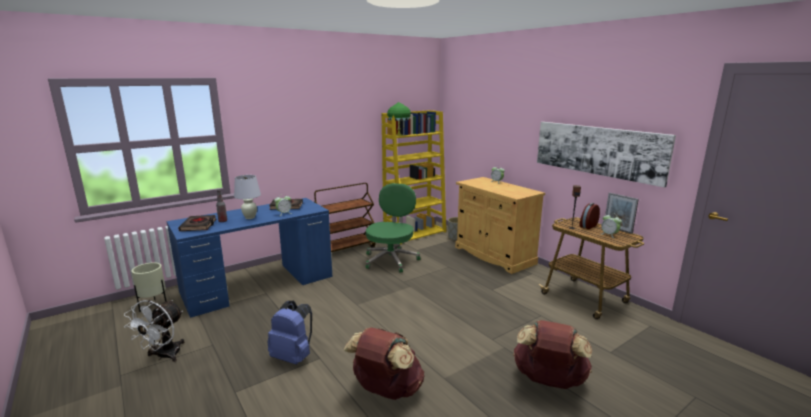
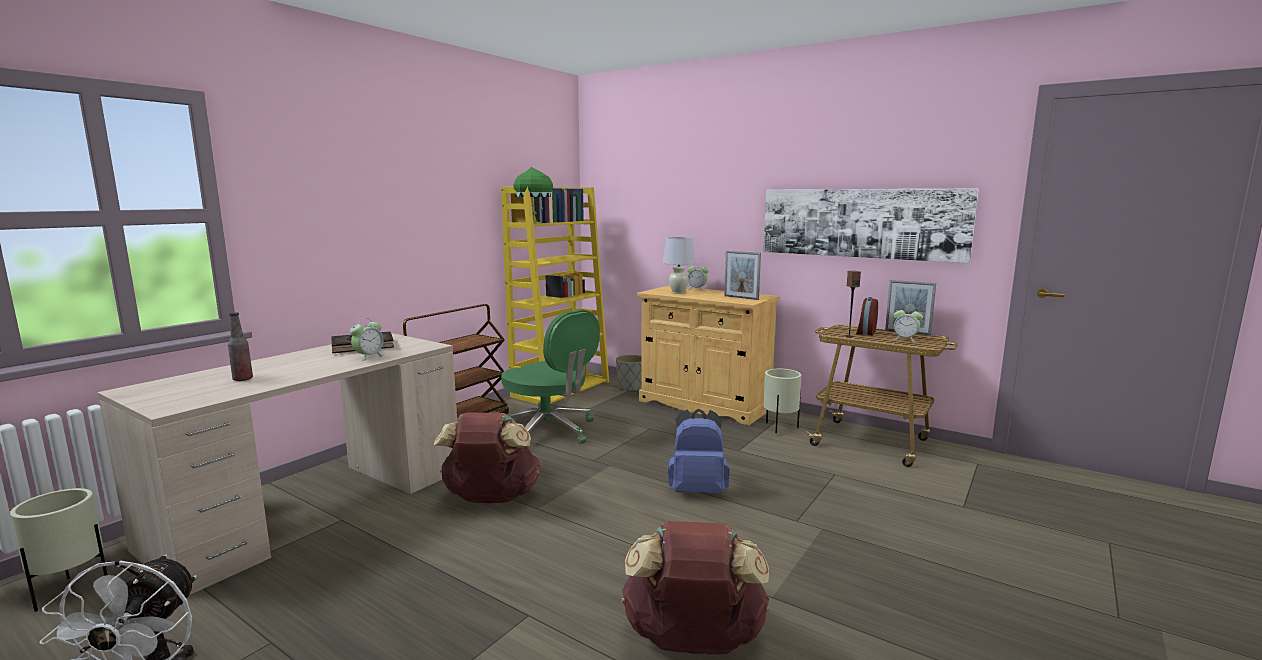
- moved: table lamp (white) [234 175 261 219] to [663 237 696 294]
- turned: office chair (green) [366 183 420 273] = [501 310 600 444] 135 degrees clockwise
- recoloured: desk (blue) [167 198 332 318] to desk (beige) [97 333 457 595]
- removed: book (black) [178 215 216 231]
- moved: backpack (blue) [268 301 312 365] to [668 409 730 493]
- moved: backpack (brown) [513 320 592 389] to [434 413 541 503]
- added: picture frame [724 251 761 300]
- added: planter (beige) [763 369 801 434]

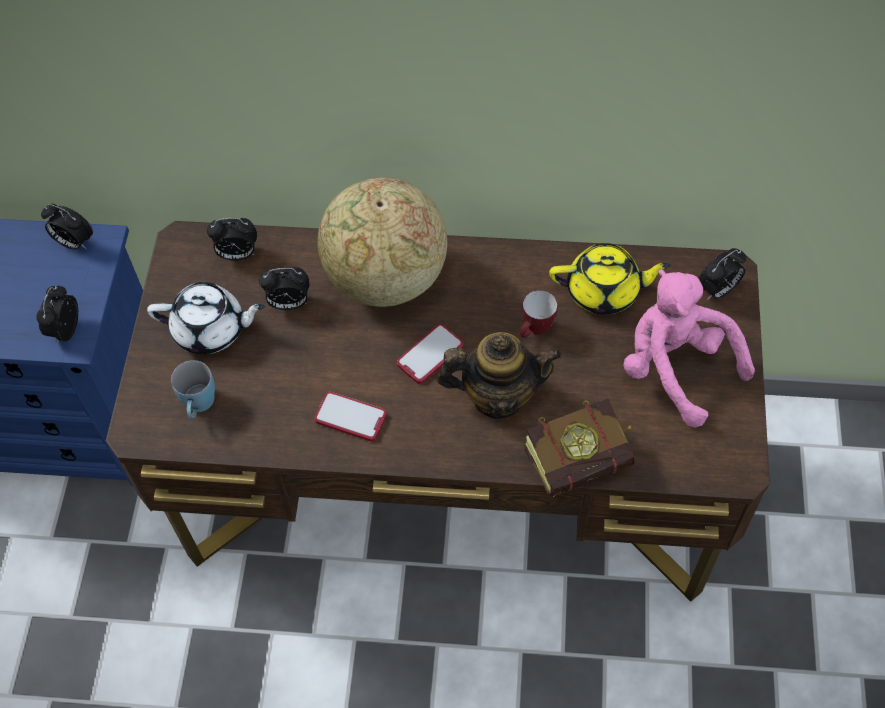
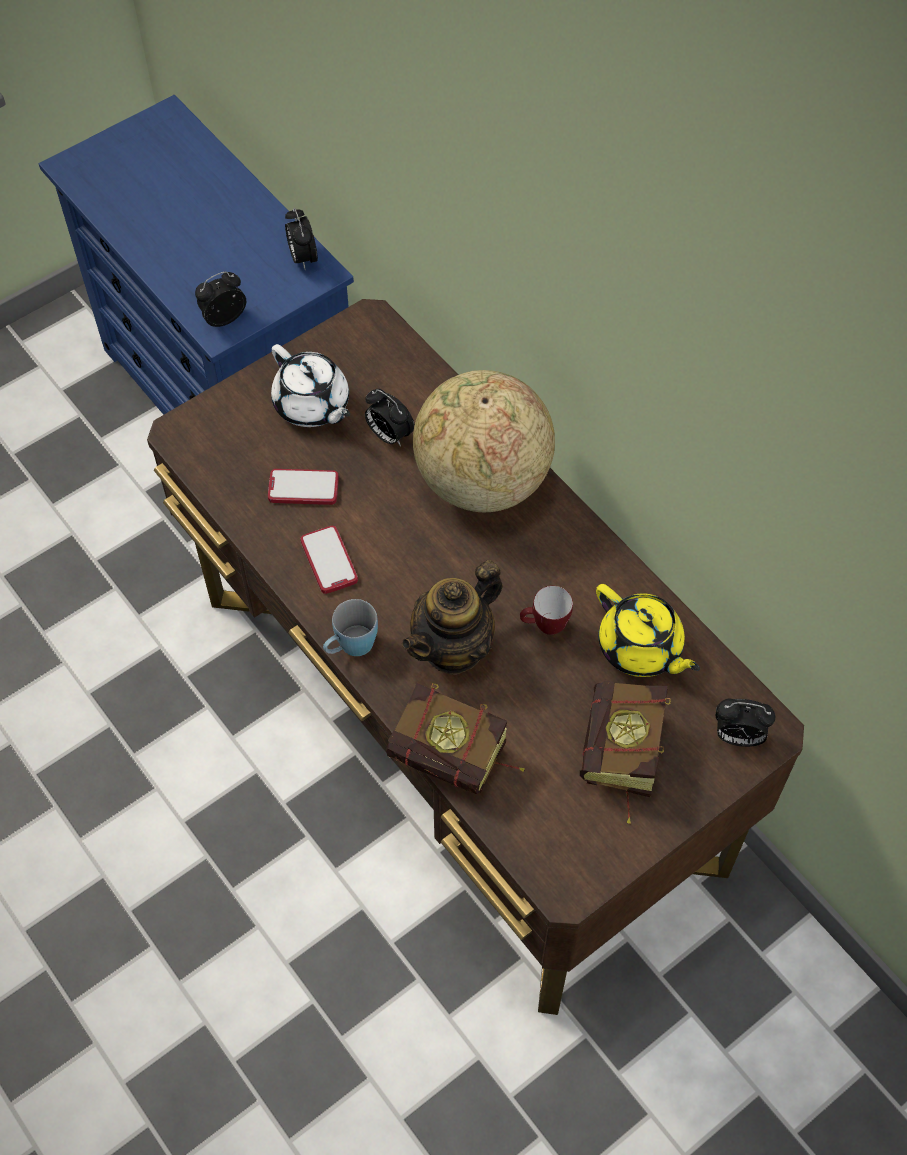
- removed: alarm clock [207 218 257 261]
- replaced: plush toy (pink) [624 269 755 428] to book [580 681 671 824]
- moved: phone [397 324 463 384] to [268 469 339 505]
- turned: teapot [437 332 562 419] = [402 560 503 675] 90 degrees clockwise
- moved: mug (blue) [171 360 215 418] to [323 599 378 656]

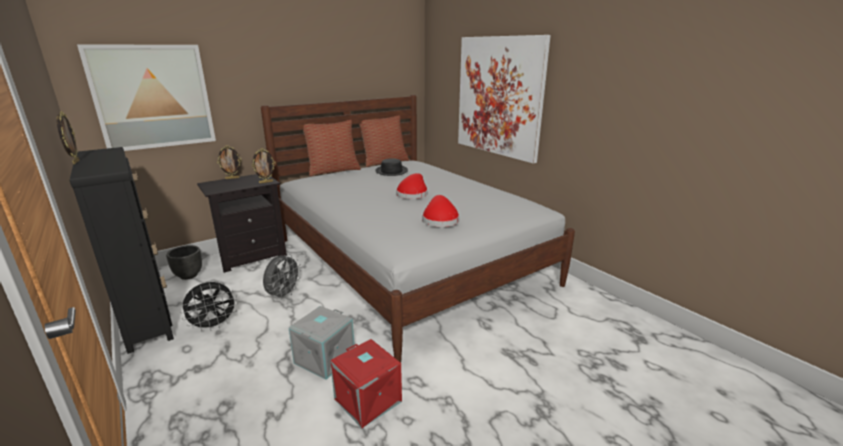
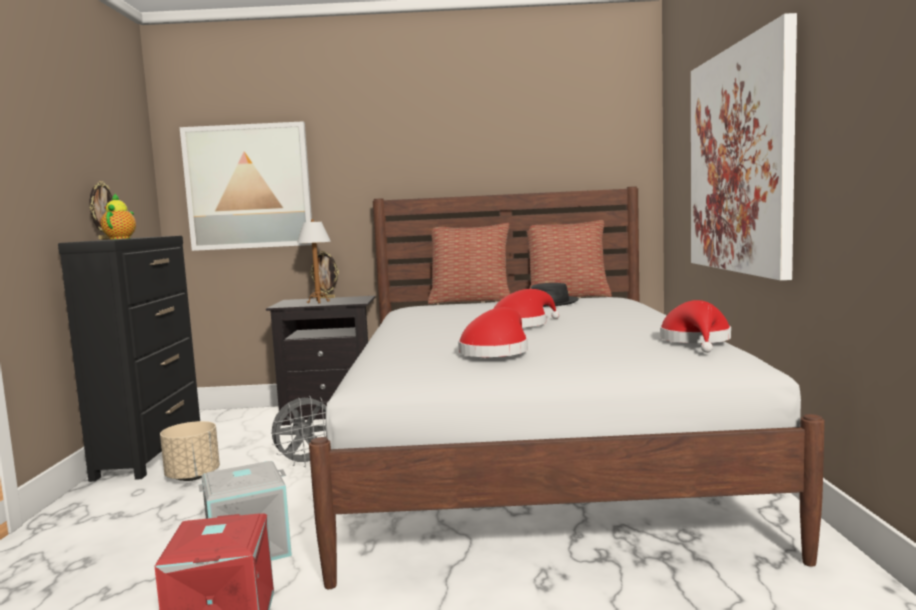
- removed: picture frame [252 148 276 184]
- removed: planter (black) [166 245 202 280]
- replaced: fan (black) [180 282 238 331] to planter (beige) [160 421 220 481]
- added: teapot [101 193 136 240]
- added: table lamp [297 219 331 303]
- added: hat (red) [660 300 731 353]

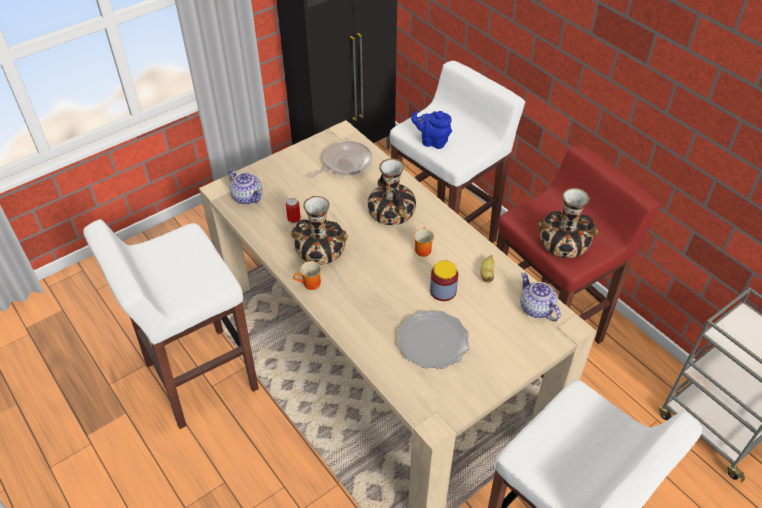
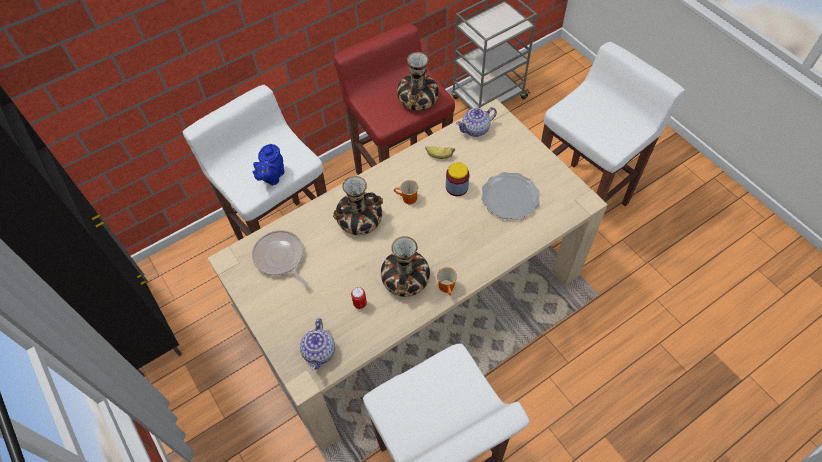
- turned: teapot [228 170 262 204] = [300 318 335 370] 135 degrees clockwise

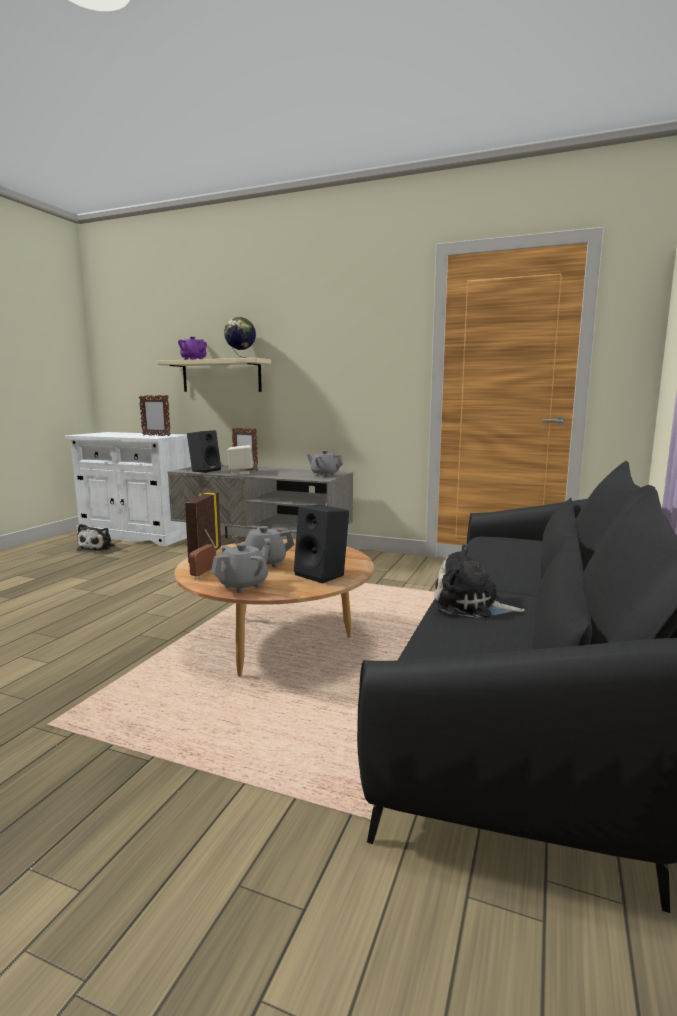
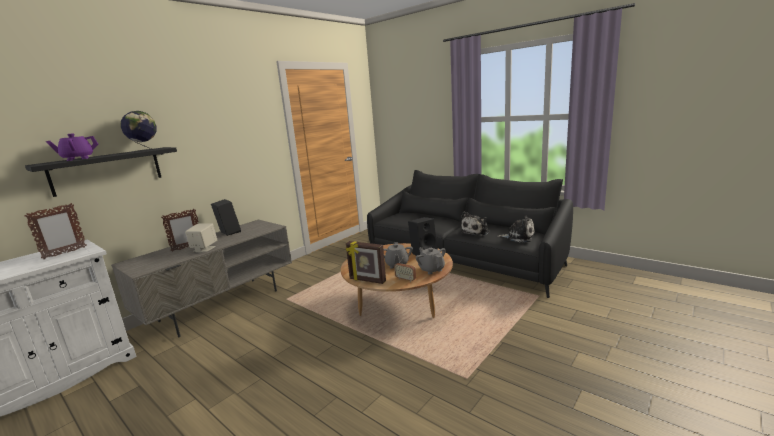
- recoloured: shelf (beige) [157 358 271 392] to shelf (black) [25 147 177 197]
- moved: speaker (black) [187 430 221 473] to [211 199 241 236]
- removed: teapot (grey) [307 450 343 477]
- moved: plush toy [77 524 115 551] to [498 215 535 242]

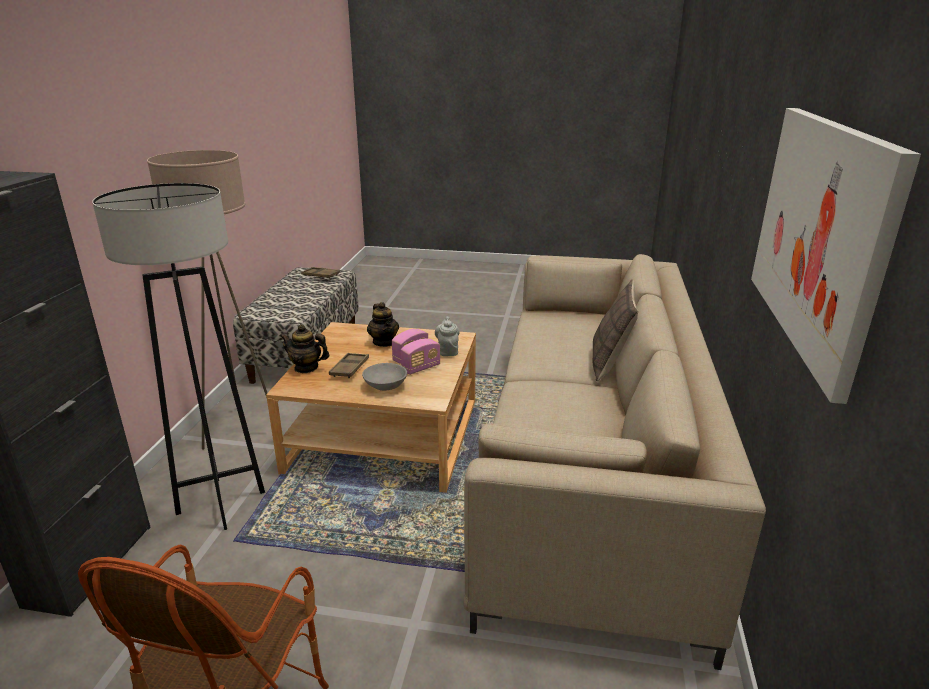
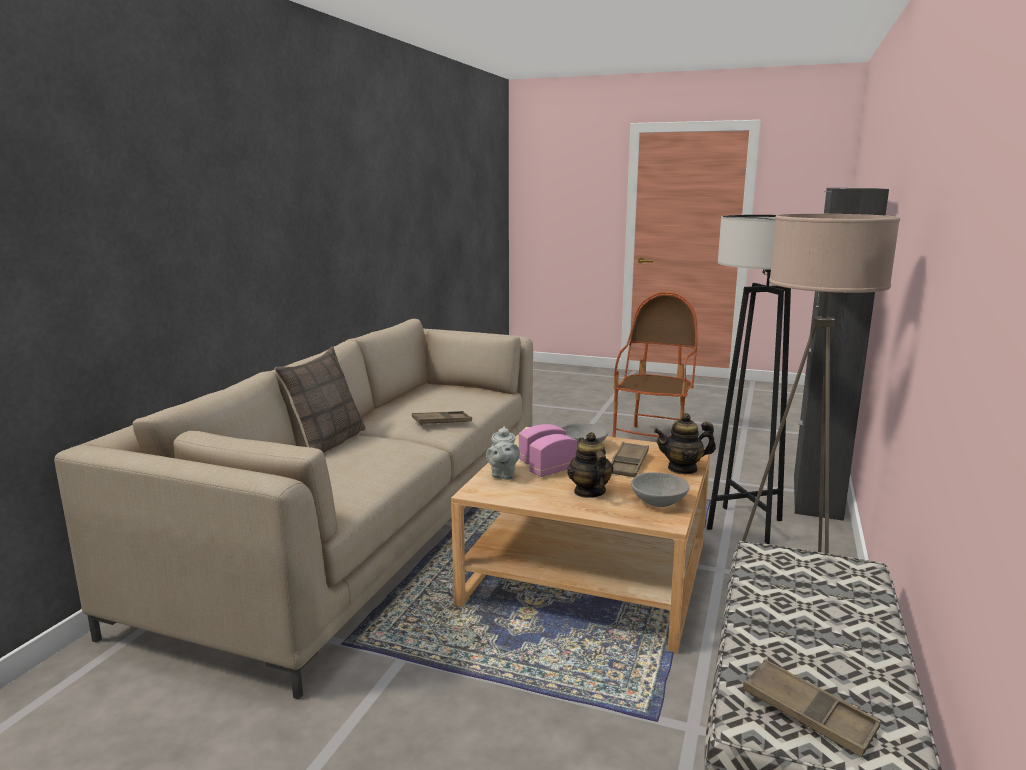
- removed: picture [751 108 921 404]
- turned: teapot [280 325 330 373] = [654 413 716 475] 150 degrees clockwise
- added: tray (brown) [412 411 472 426]
- added: bowl (grey) [631 472 690 507]

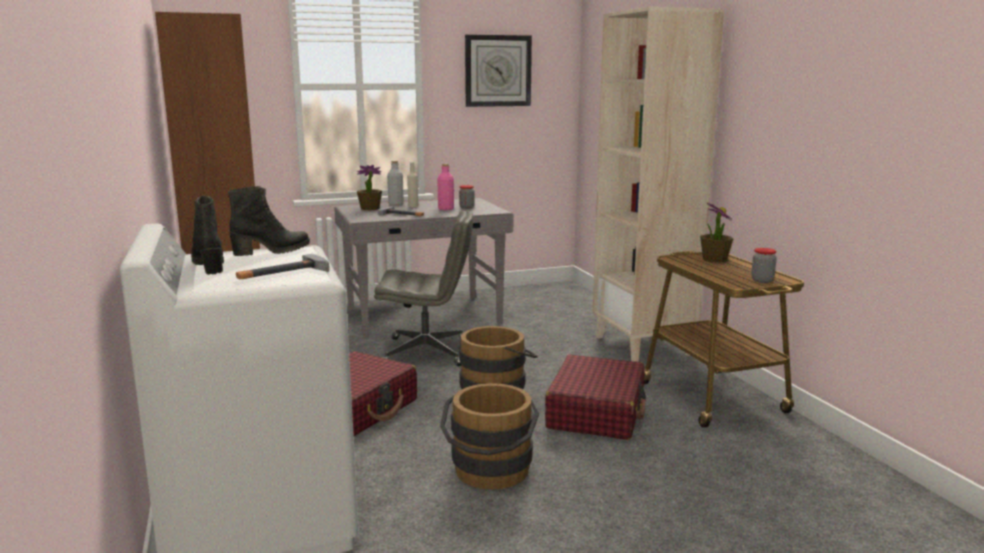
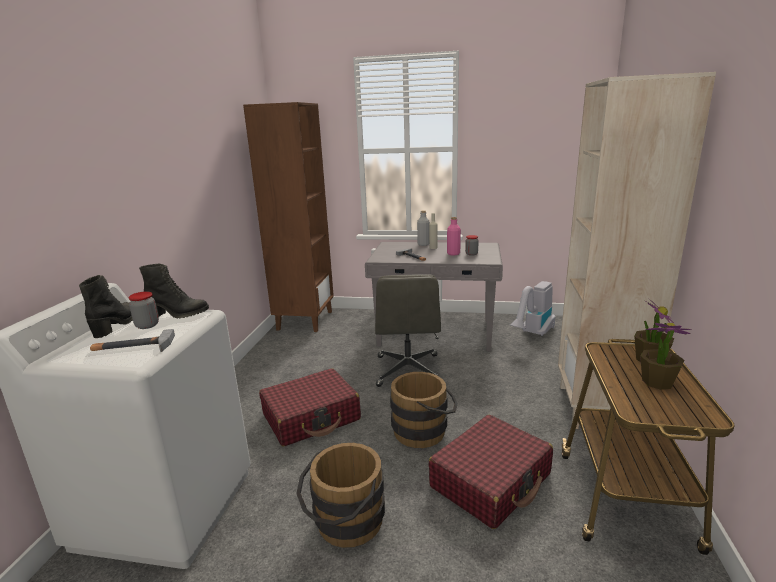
- removed: wall clock [465 34 532 107]
- moved: potted plant [357 165 382 210] to [640 323 692 390]
- turned: office chair (grey) [374 211 473 366] = [375 274 441 387] 60 degrees clockwise
- moved: jar [751 248 777 283] to [128 292 159 329]
- added: vacuum cleaner [510 281 556 336]

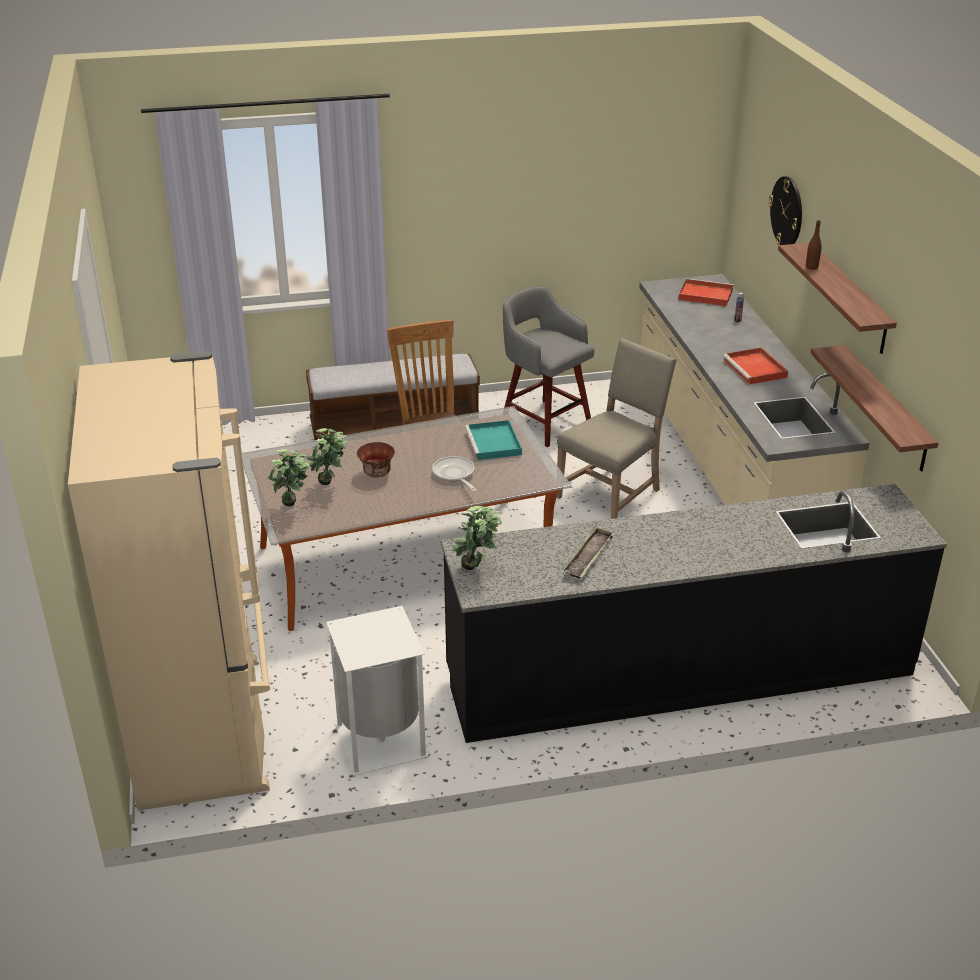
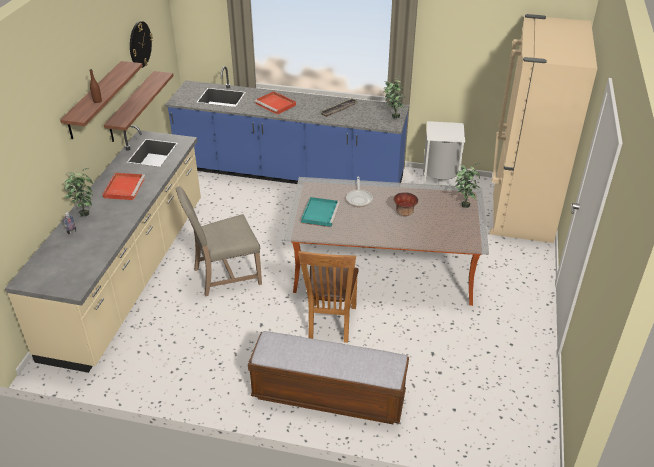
- moved: wall clock [768 176 802 245] to [130 21 153 68]
- moved: tray (red) [678 278 733 306] to [255 91 296 115]
- removed: stool (grey) [503 286 594 447]
- moved: potted plant [307 428 348 485] to [63 168 93 217]
- recoloured: counter (black) [441 484 947 743] to counter (blue) [165 66 409 184]

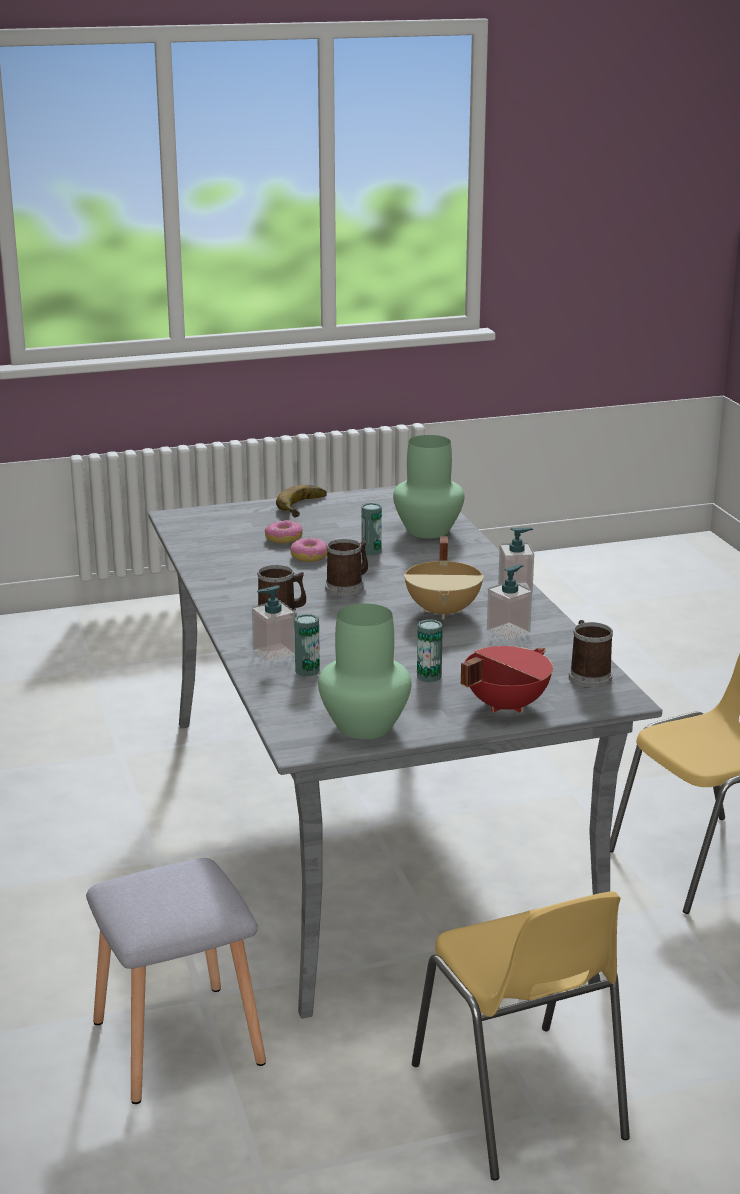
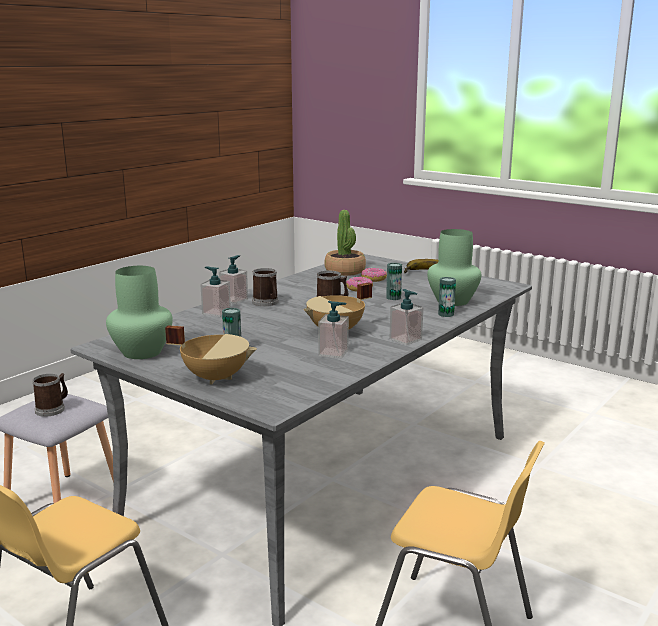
- moved: can [294 614 320 677] to [438 277 456 317]
- moved: mug [569 620 613 688] to [32 373 68 417]
- recoloured: cooking pot (red) [461 646 553 713] to cooking pot (beige) [165 325 257 385]
- added: potted plant [324 210 366 276]
- added: soap dispenser [219 255 248 304]

